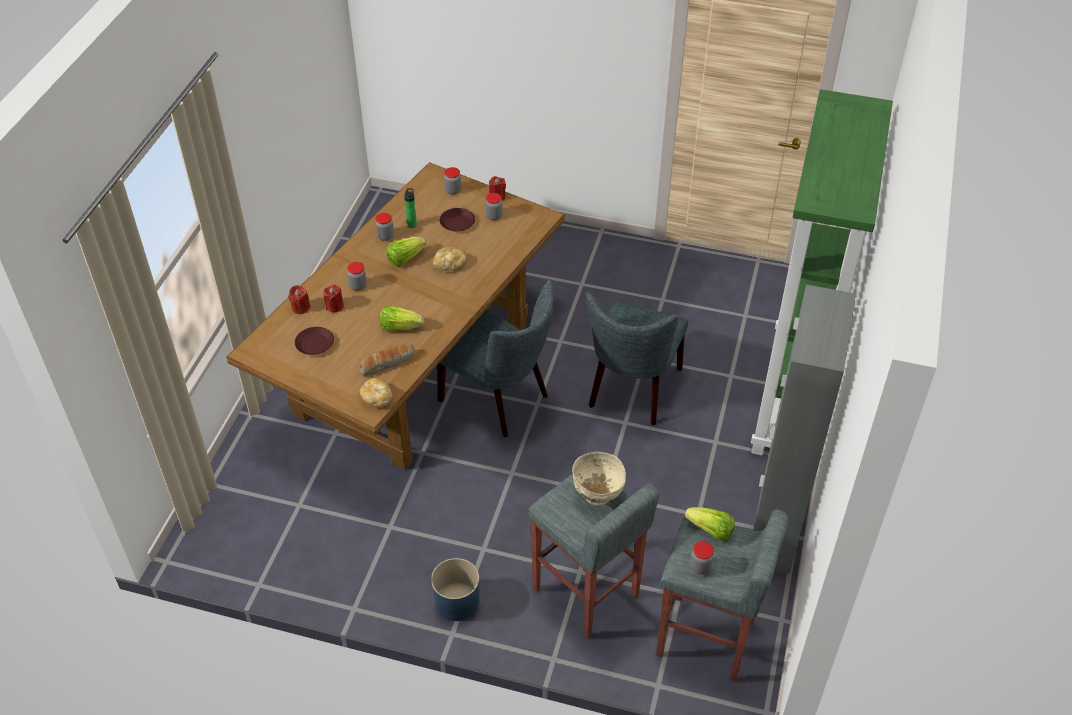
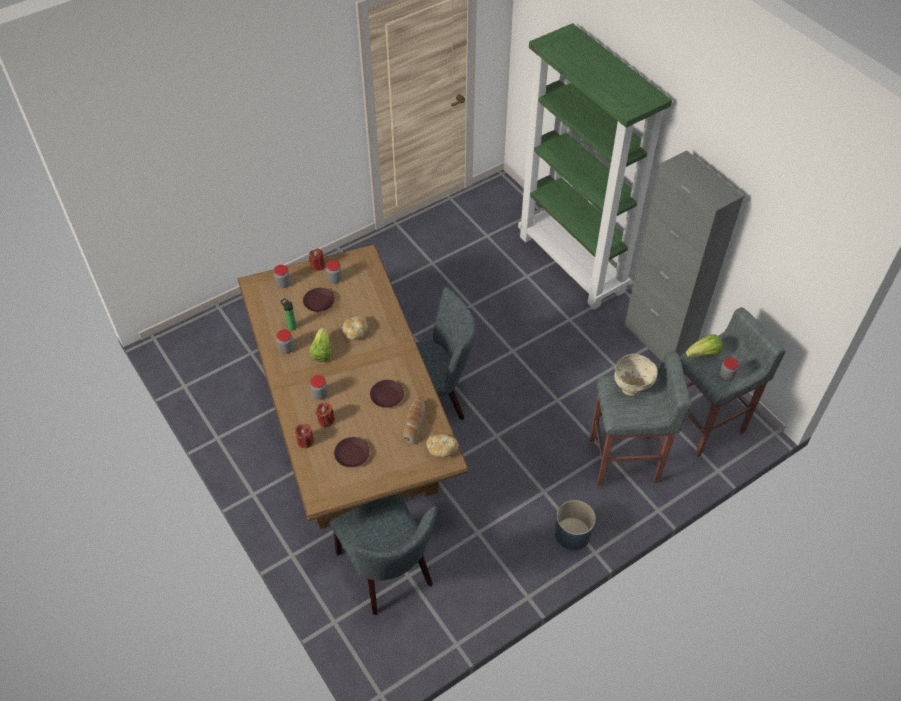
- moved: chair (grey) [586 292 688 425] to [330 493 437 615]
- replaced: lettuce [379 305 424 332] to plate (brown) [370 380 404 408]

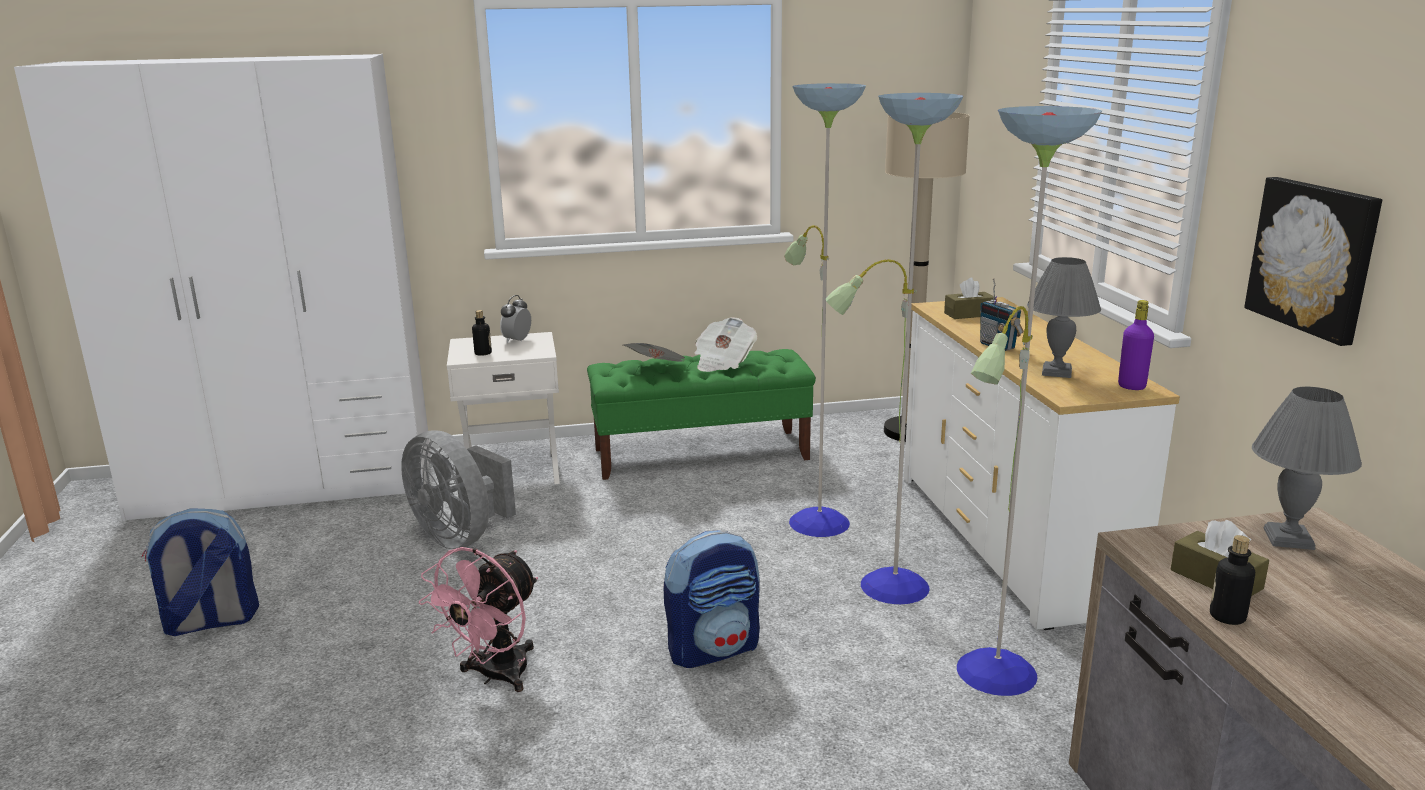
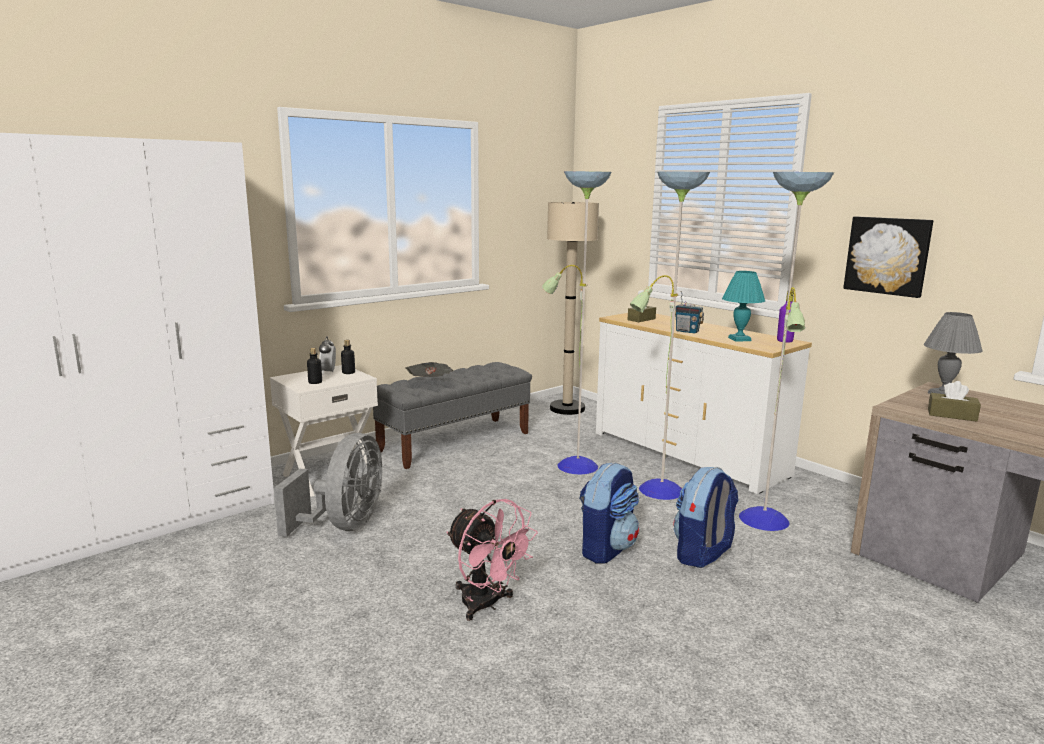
- recoloured: table lamp (grey) [1027 257 1101 378] to table lamp (turquoise) [722 271 765 342]
- removed: newspaper [694 317 757 372]
- recoloured: bench (green) [587 349 816 480] to bench (grey) [373 362 532 469]
- turned: fan (grey) [401 431 516 549] = [274 433 382 537] 90 degrees counterclockwise
- moved: backpack [142 508 259 636] to [673 467 739 568]
- moved: bottle [1210 535 1255 625] to [341 340 355 374]
- turned: fan (pink) [419 547 538 692] = [446 499 538 621] 45 degrees counterclockwise

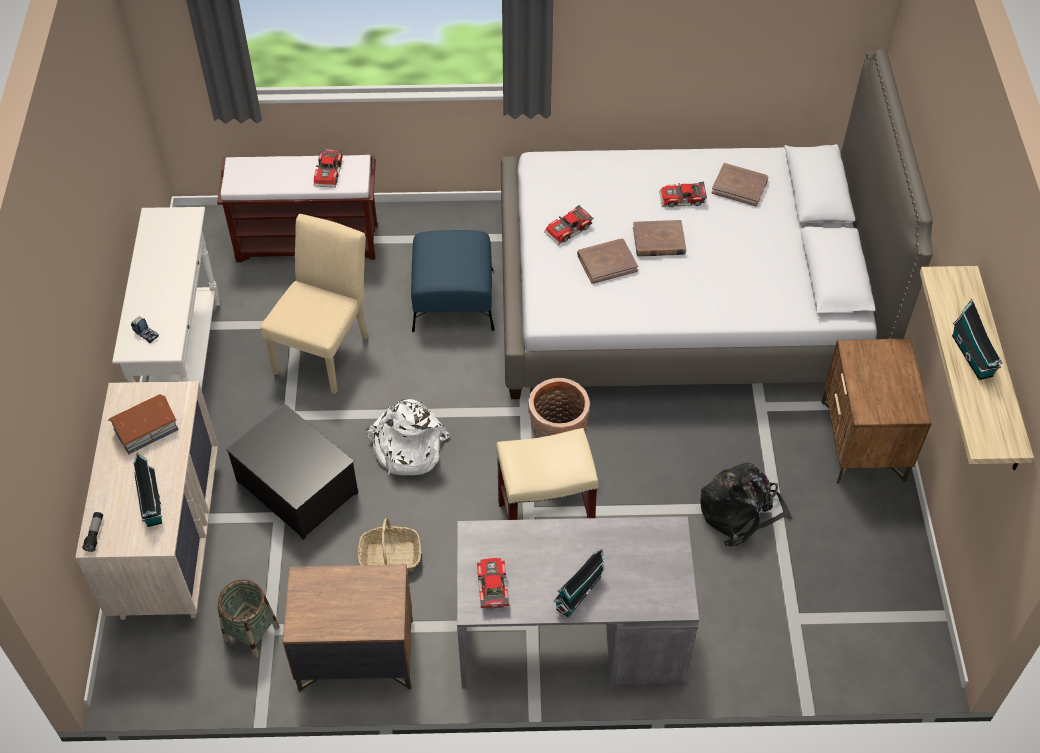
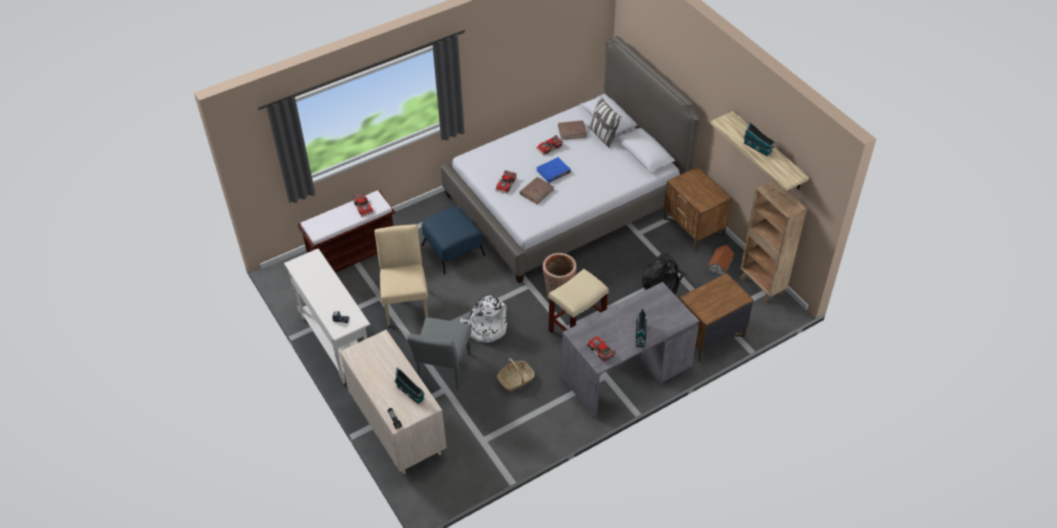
- recoloured: book (brown) [633 220 686 257] to book (blue) [536 157 571 183]
- moved: toy house [108 394 179 454] to [707 245 735 276]
- replaced: storage box [226 403 358 540] to chair (grey) [407 317 471 390]
- moved: nightstand (brown) [283 564 413 692] to [679 273 754 362]
- removed: basket [217 579 280 658]
- added: pillow [588 96 621 148]
- added: bookcase (brown) [740 180 807 303]

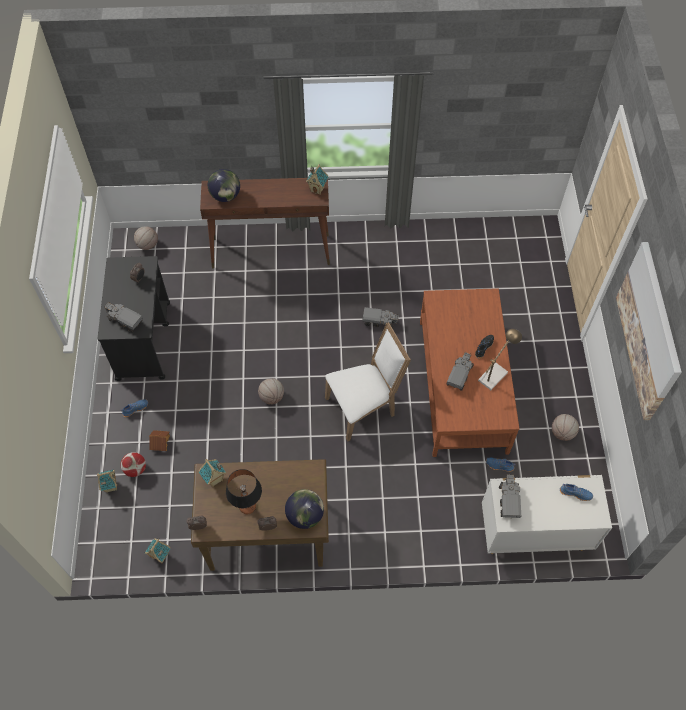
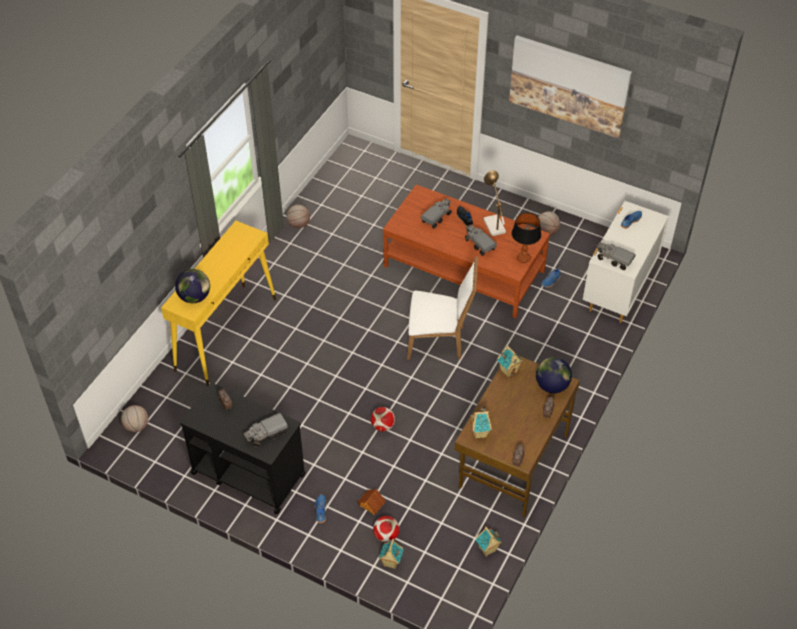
- moved: toy house [306 164 328 195] to [497 345 523 377]
- recoloured: console table (brown) [200 178 330 268] to console table (yellow) [161 221 276 386]
- moved: toy truck [362 307 399 328] to [421 198 452 229]
- turned: chair (white) [325 322 411 441] = [407 256 478 360] 90 degrees clockwise
- moved: basketball [258 378 284 404] to [287 205 310 228]
- moved: table lamp [226 469 262 514] to [512 213 541 263]
- added: football [371 407 395 432]

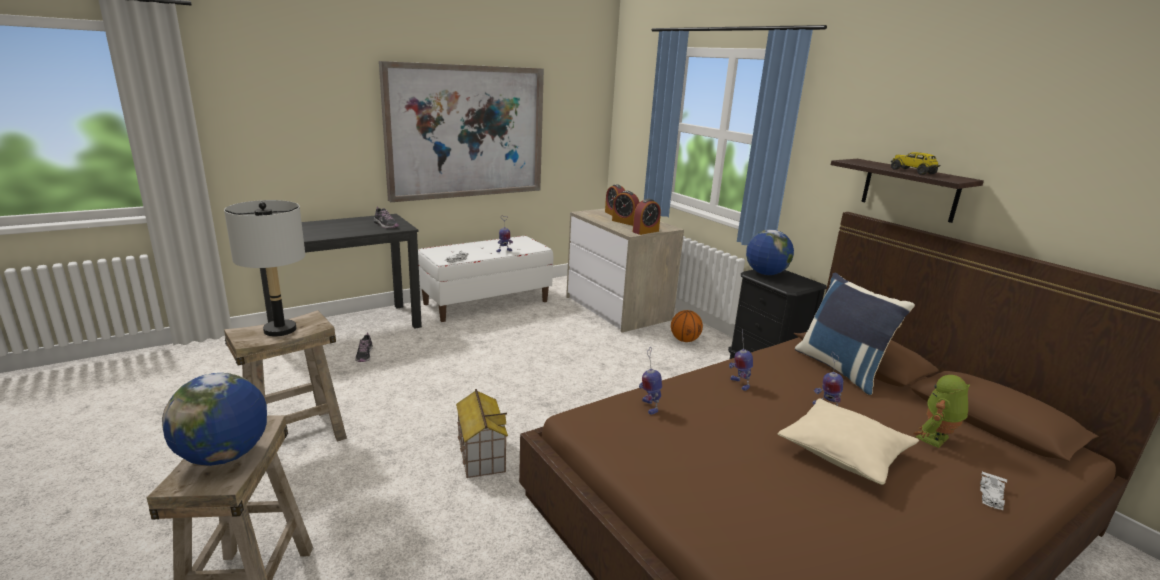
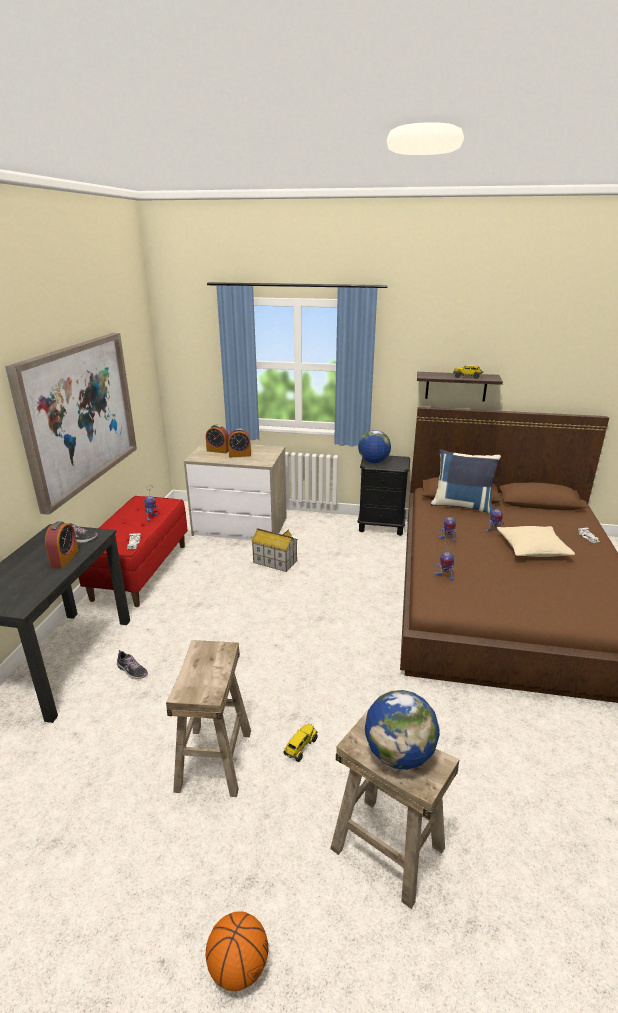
- moved: alarm clock [633 199 661 235] to [45 521 79 568]
- removed: table lamp (grey) [224 200 305 336]
- recoloured: bench (white) [418 236 553 322] to bench (red) [79 496 188 607]
- moved: basketball [671 310 703 342] to [206 911 268 991]
- removed: toy robot [913 375 970 448]
- moved: toy house [456 389 508 478] to [251 528 298 572]
- added: toy truck [284 724 318 762]

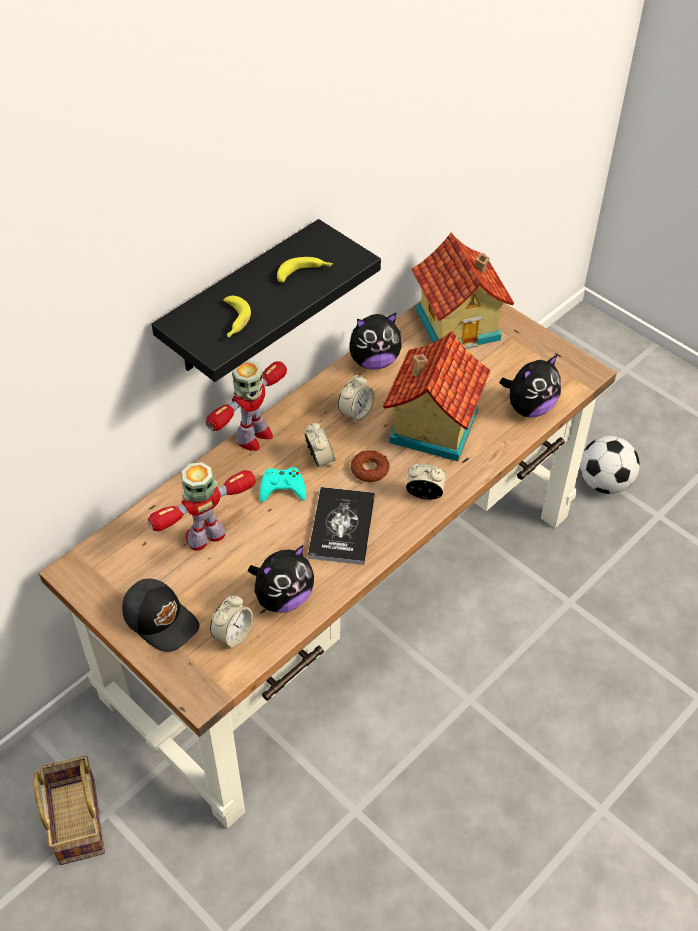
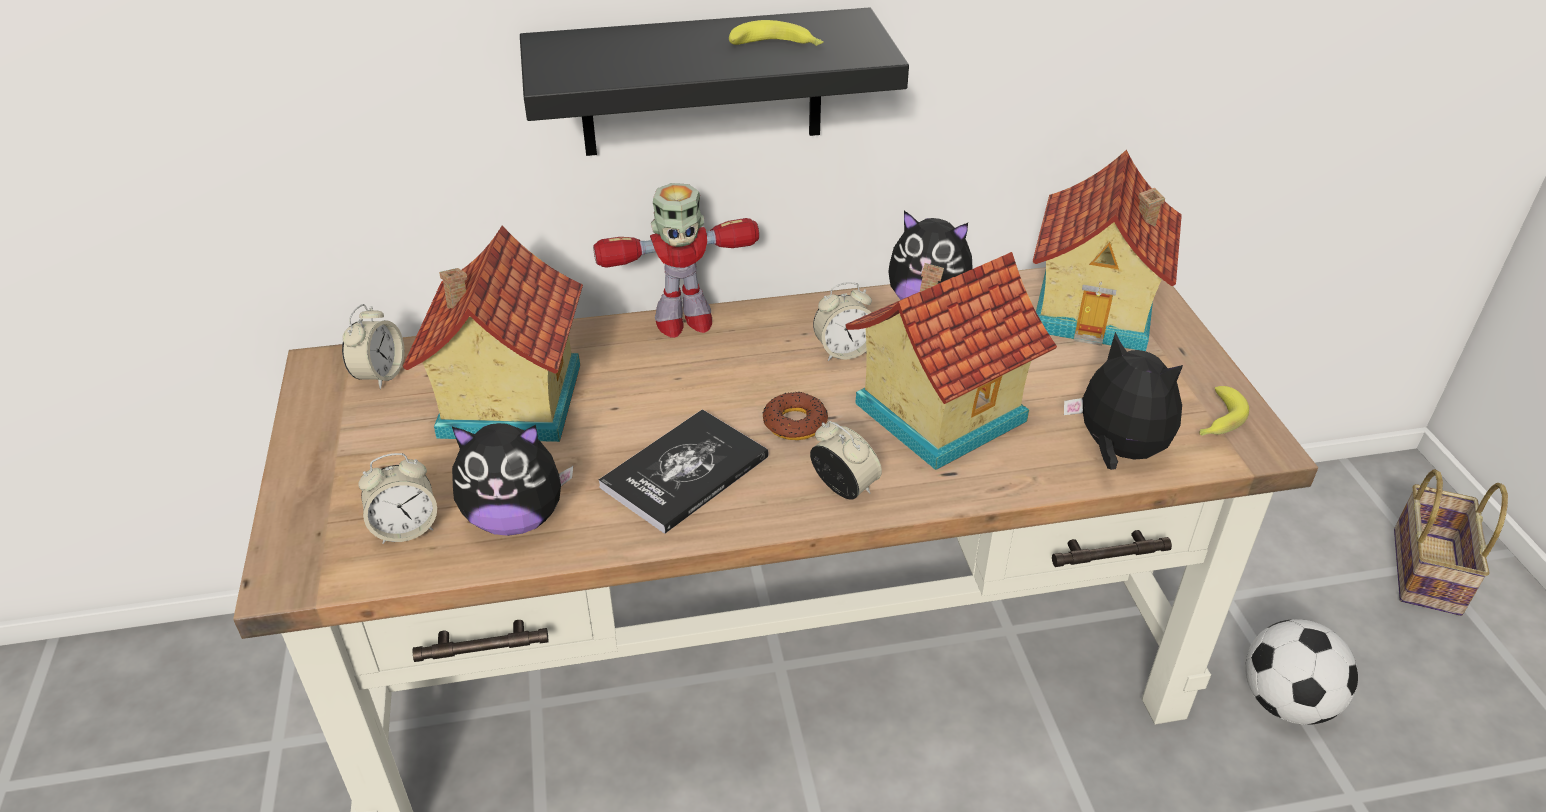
- moved: banana [223 296 251 337] to [1199 386 1249 436]
- turned: plush toy [499 354 561 417] = [1064 332 1183 470] 135 degrees counterclockwise
- moved: alarm clock [305 423 336 467] to [342 304 405 389]
- replaced: toy robot [148 462 256 551] to toy house [403 225 583 442]
- removed: game controller (turquoise) [259 467 306 502]
- removed: cap (black) [122 579 199 652]
- moved: basket [33 756 105 865] to [1394 469 1508 616]

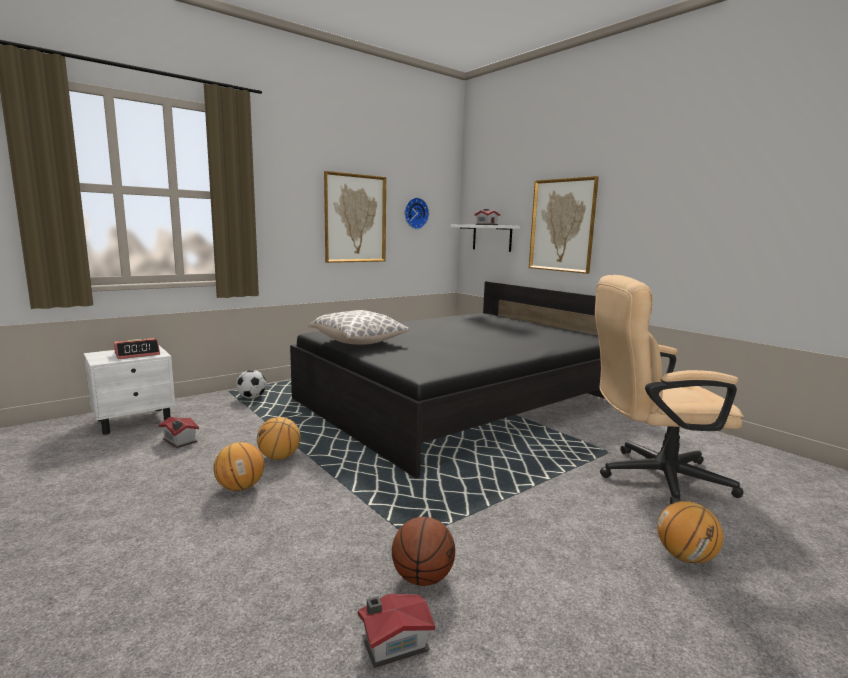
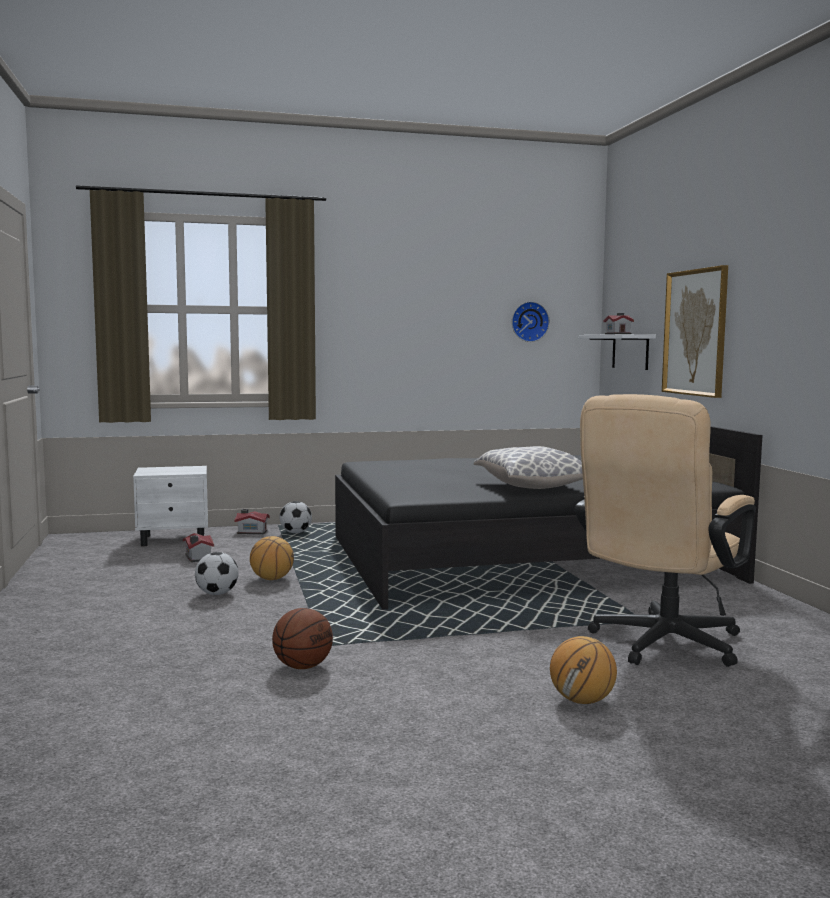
- removed: picture [324 171 386 263]
- turned: office chair (beige) [595 275 744 505] = [575 394 755 667] 75 degrees counterclockwise
- moved: pillow [308 310 409 345] to [474 446 583 489]
- removed: alarm clock [114 338 160 359]
- replaced: basketball [214 442 264 491] to football [195 552 239 595]
- moved: toy house [358 594 435 668] to [235 509 270 534]

